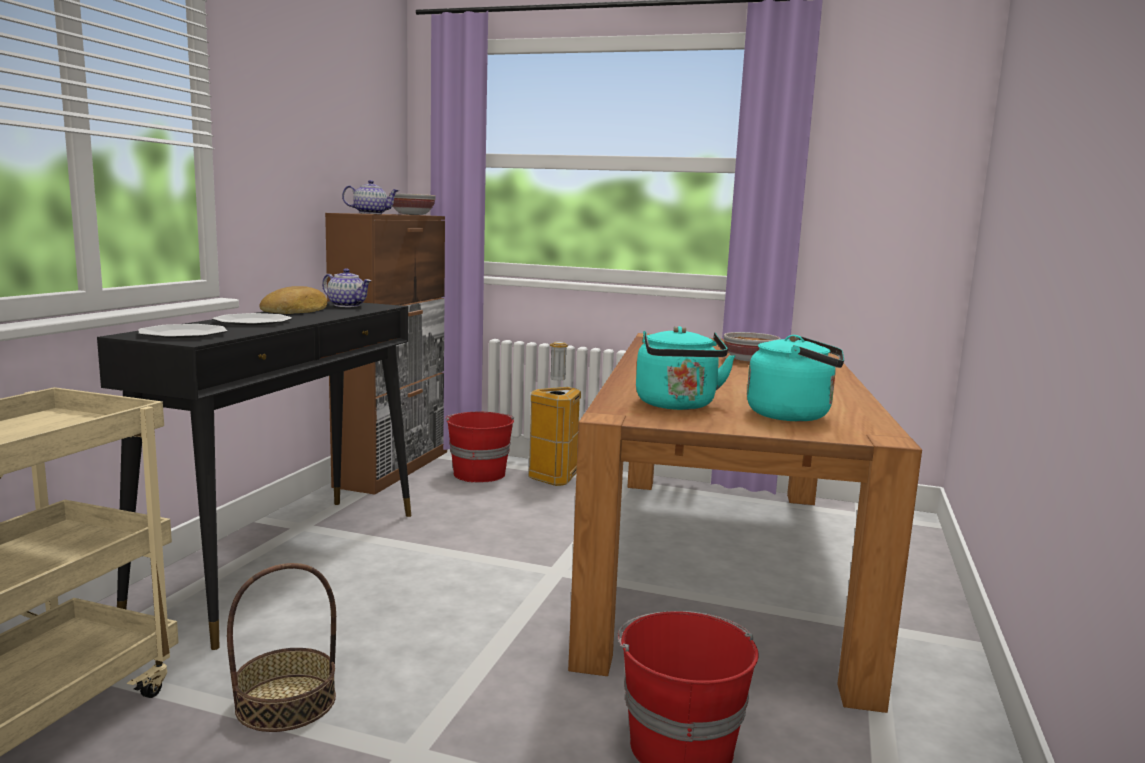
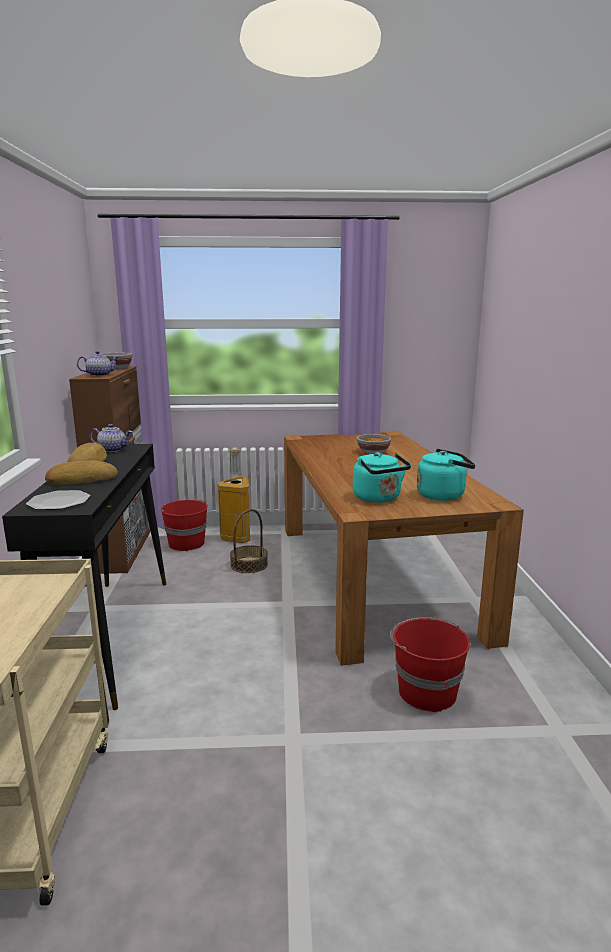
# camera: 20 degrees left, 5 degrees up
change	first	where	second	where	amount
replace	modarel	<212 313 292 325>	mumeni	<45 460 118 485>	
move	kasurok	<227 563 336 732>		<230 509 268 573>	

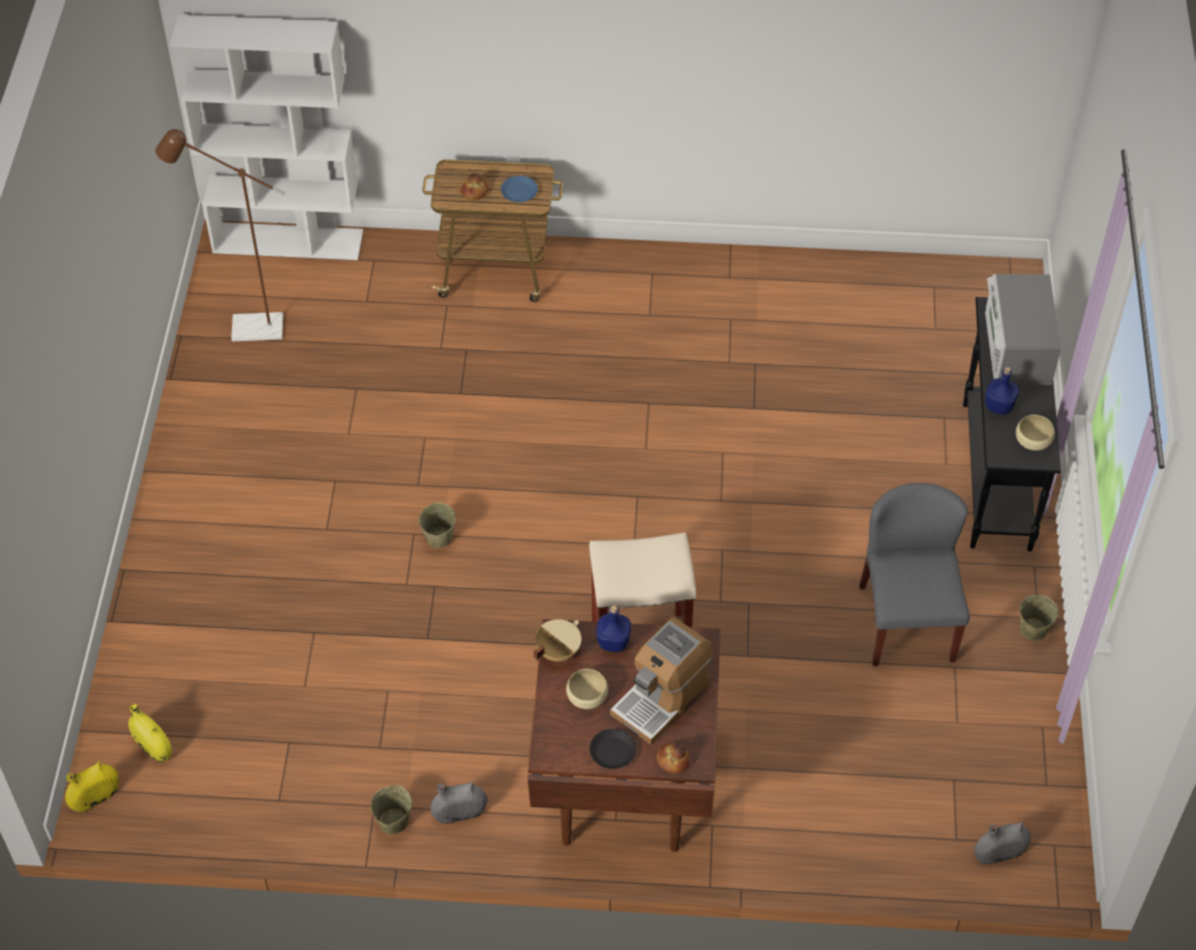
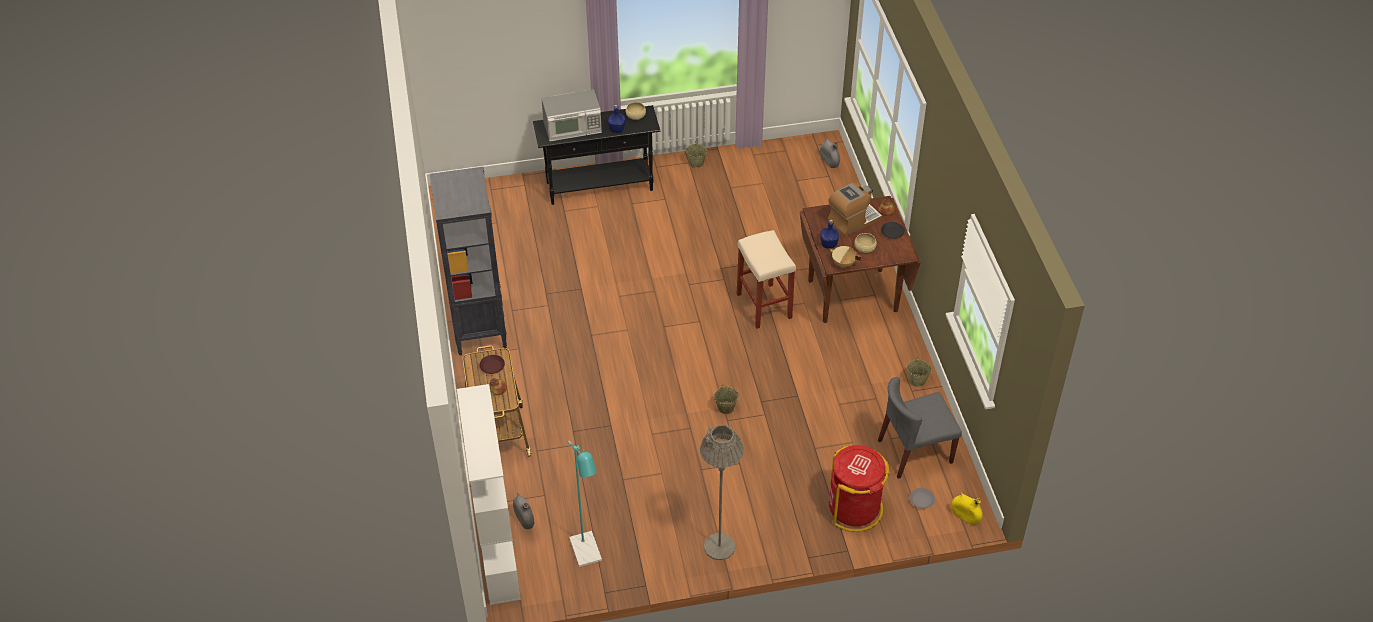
# camera: 105 degrees left, 5 degrees down
change	first	where	second	where	amount
insert			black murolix	<430 167 507 355>	
recolor	blue modarel	<501 176 538 202>	brown modarel	<479 355 505 374>	
move	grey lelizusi	<430 782 488 824>		<513 493 534 529>	
recolor	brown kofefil	<155 129 285 342>	turquoise kofefil	<568 441 602 567>	
insert			grey kofefil	<700 425 744 560>	
rotate	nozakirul	<610 617 713 745>		<828 183 882 238>	60 degrees counterclockwise
insert			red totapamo	<829 445 890 532>	
move	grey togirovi	<859 483 970 666>		<878 377 962 479>	
replace	yellow lelizusi	<128 704 172 762>	grey modarel	<909 488 935 509>	

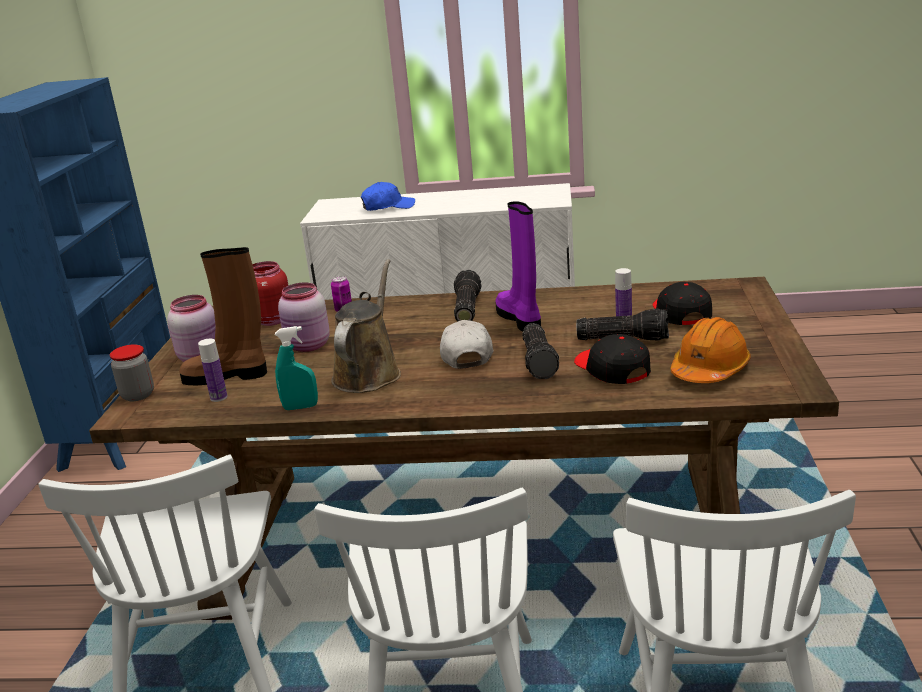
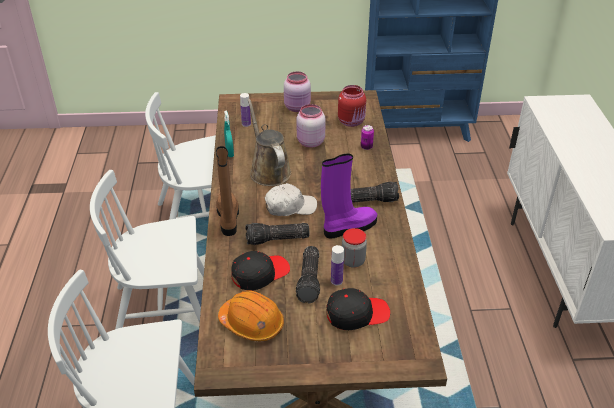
# camera: 80 degrees right, 15 degrees up
change	first	where	second	where	amount
move	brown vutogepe	<179 247 267 385>		<216 146 239 236>	
rotate	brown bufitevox	<331 259 401 393>		<247 98 292 186>	120 degrees counterclockwise
move	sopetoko	<110 344 154 401>		<342 228 367 268>	
delete	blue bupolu	<361 182 415 211>			

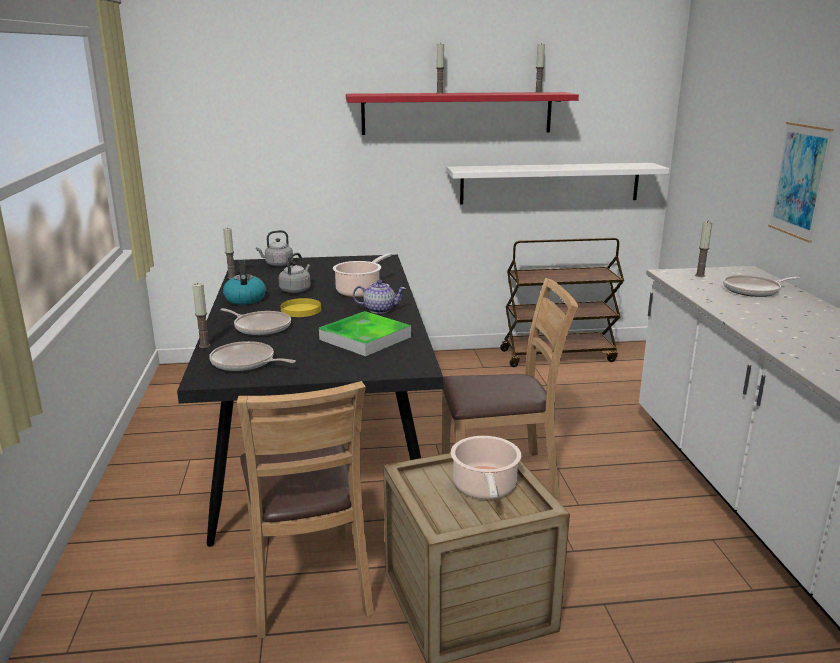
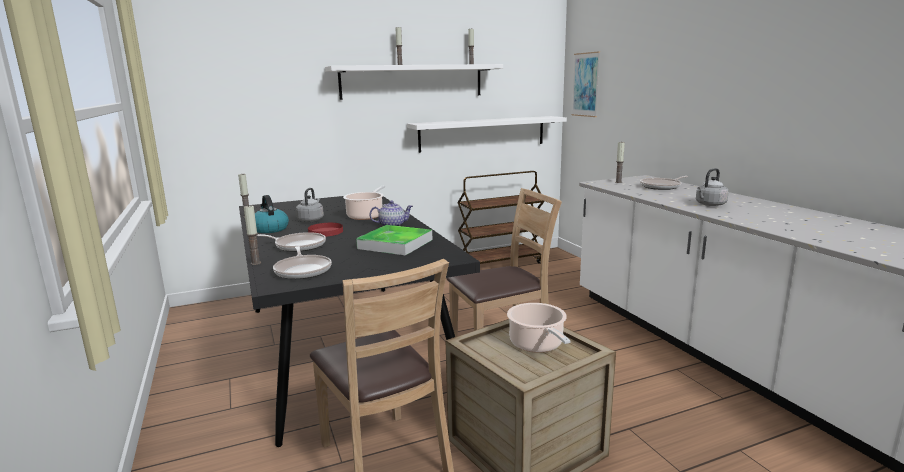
# camera: 15 degrees left, 5 degrees down
change	first	where	second	where	amount
rotate	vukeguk	<209 341 296 372>		<273 246 332 279>	120 degrees counterclockwise
recolor	yellow modarel	<280 298 321 317>	red modarel	<308 223 343 237>	
recolor	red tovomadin	<346 92 579 135>	white tovomadin	<325 64 503 100>	
move	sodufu	<768 122 834 243>		<572 51 600 117>	
move	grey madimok	<256 230 293 266>		<696 168 729 206>	

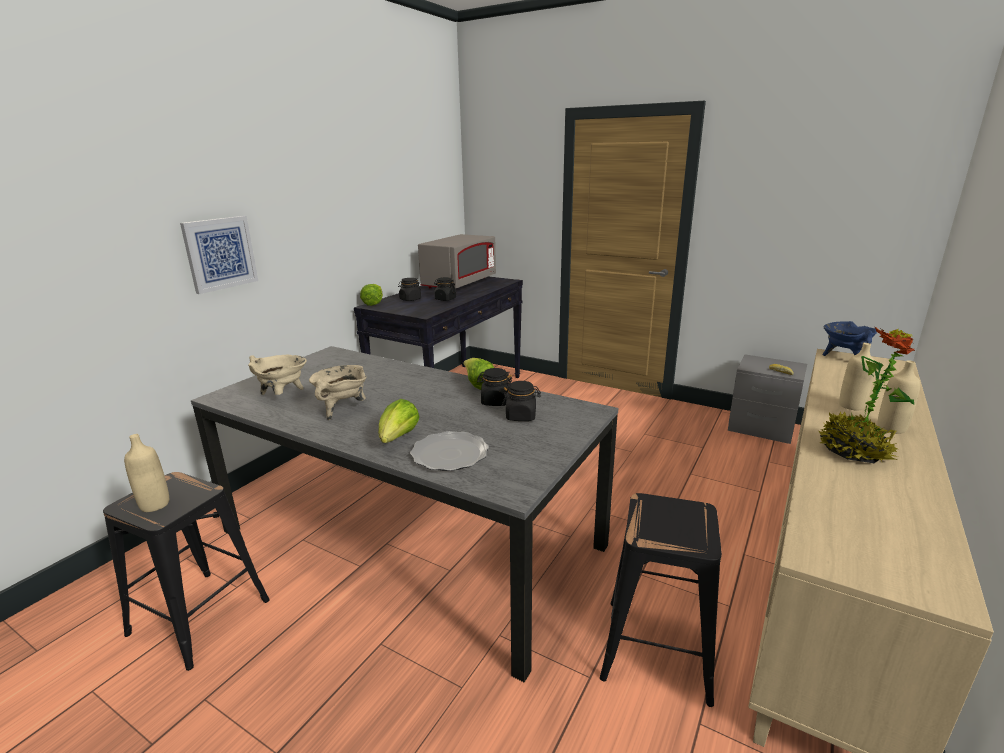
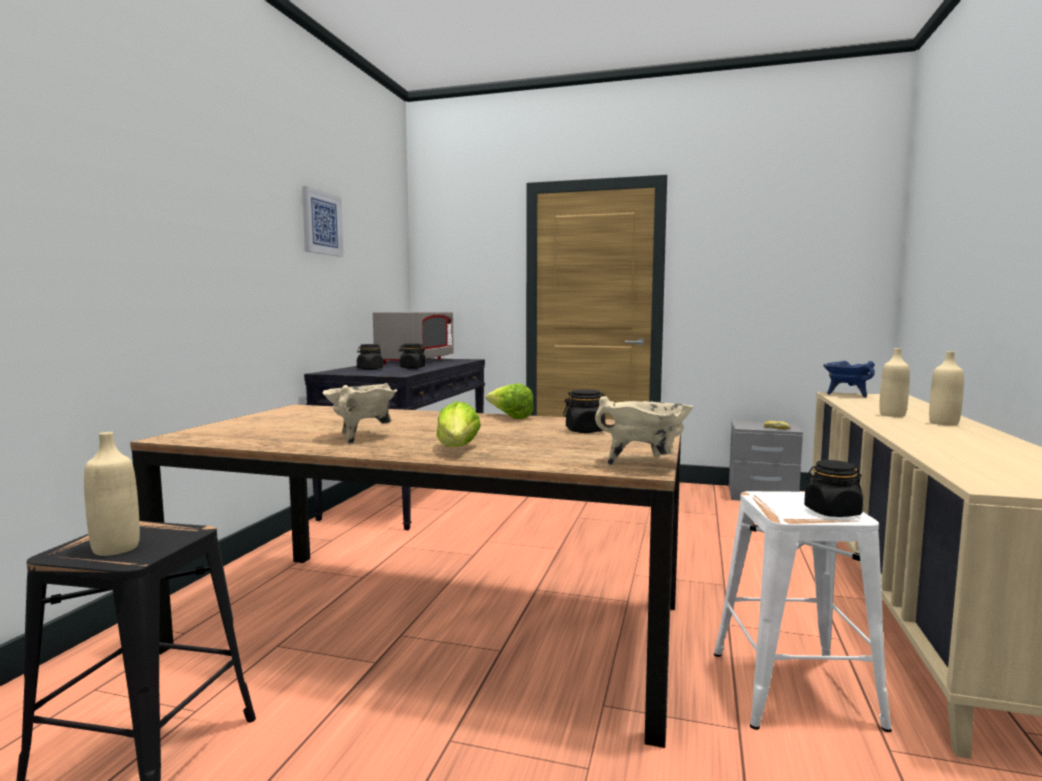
# camera: 15 degrees left, 15 degrees down
change	first	where	second	where	amount
recolor	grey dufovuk	<191 346 618 683>	brown dufovuk	<130 404 681 748>	
move	sodufu	<180 216 258 294>		<302 186 344 257>	
move	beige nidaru	<248 355 307 395>		<595 396 694 465>	
recolor	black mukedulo	<600 493 722 707>	white mukedulo	<714 491 892 732>	
move	black sopetoko	<477 368 512 406>		<804 460 863 517>	
delete	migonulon	<360 284 383 306>			
delete	modarel	<410 431 489 471>			
delete	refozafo	<819 327 915 463>			

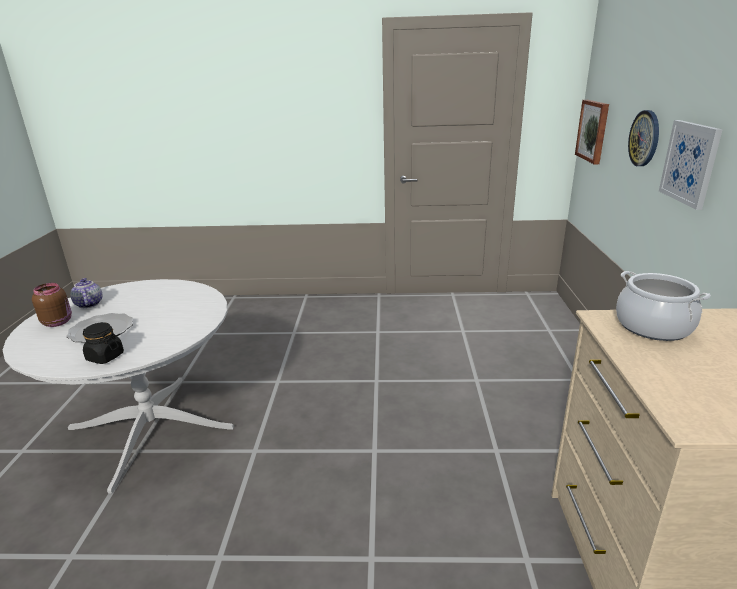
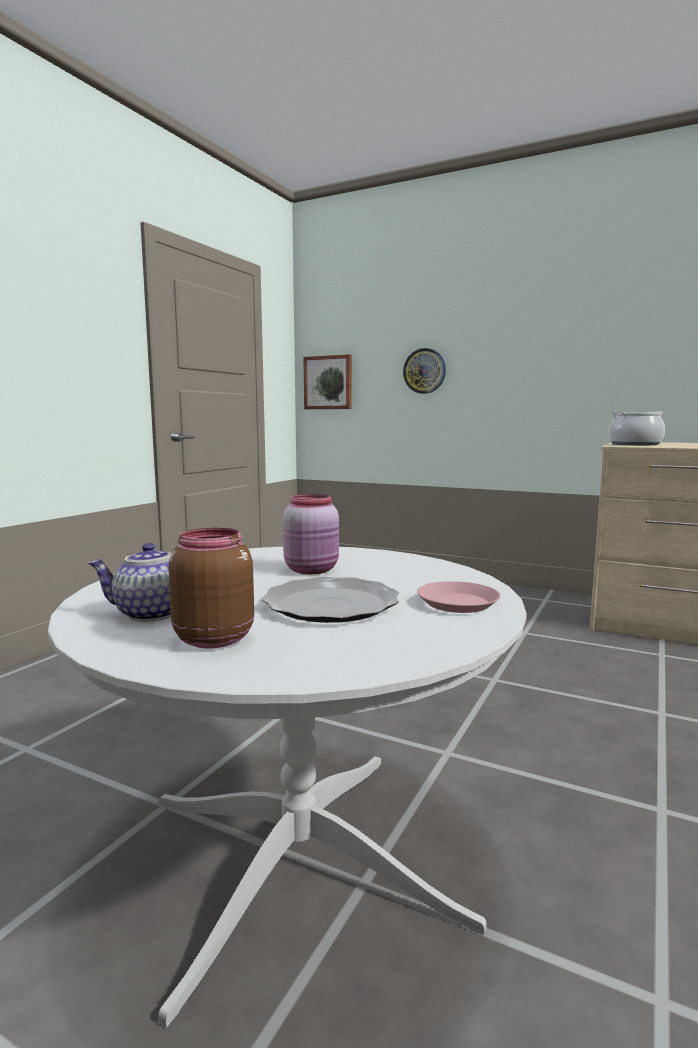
# camera: 65 degrees left, 15 degrees down
change	first	where	second	where	amount
insert			pink sopetoko	<283 494 339 574>	
replace	black sopetoko	<83 322 124 364>	pink modarel	<417 581 500 613>	
delete	sodufu	<659 120 723 210>			

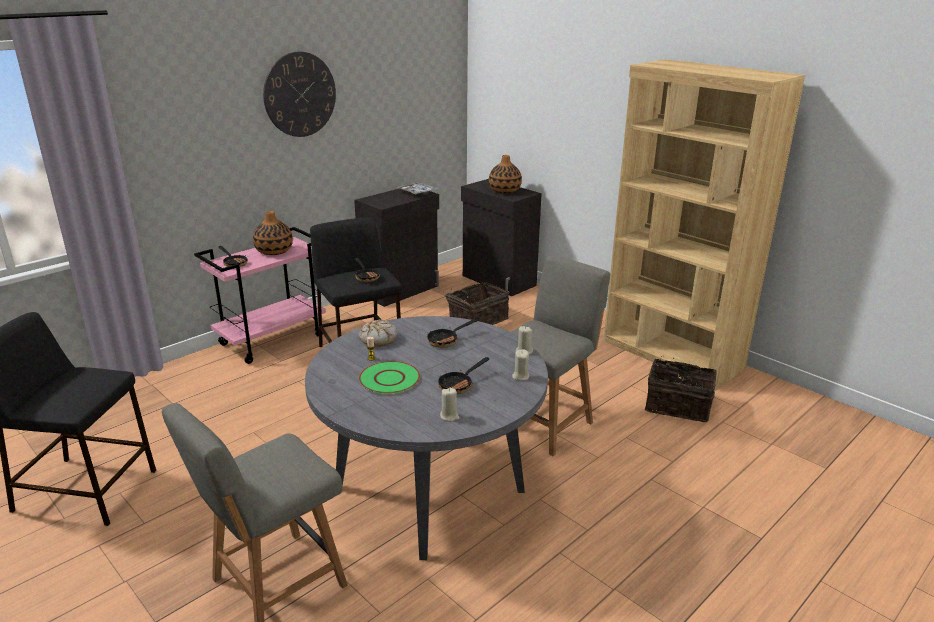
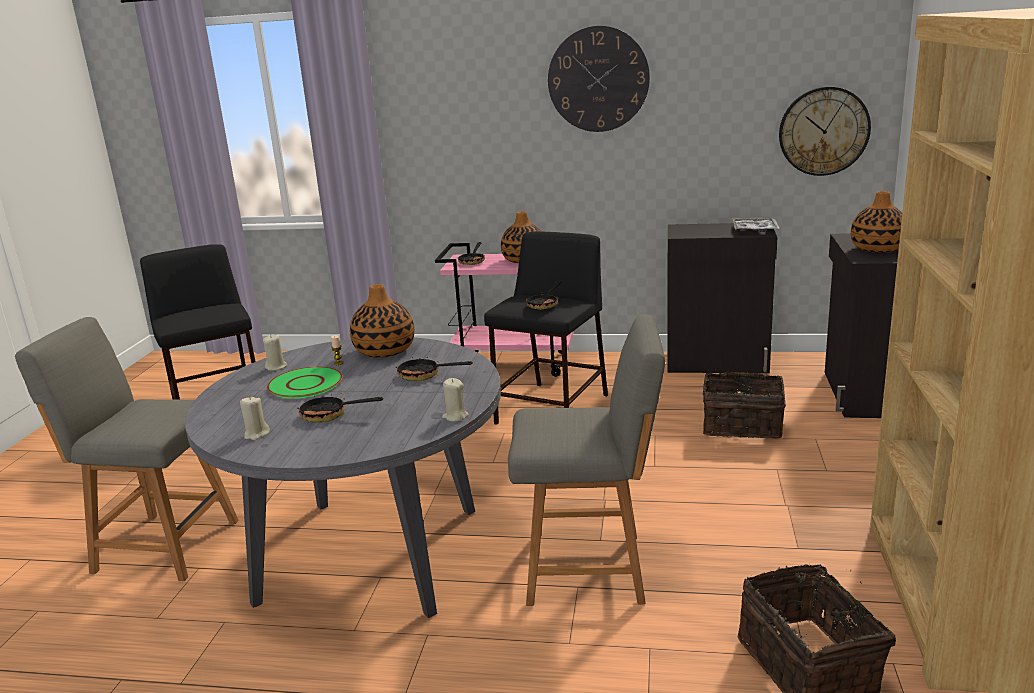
# camera: 55 degrees right, 5 degrees down
change	first	where	second	where	amount
move	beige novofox	<512 349 529 381>		<263 335 287 371>	
replace	mumeni	<359 320 397 347>	lelizusi	<350 284 414 358>	
insert			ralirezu	<779 86 871 176>	

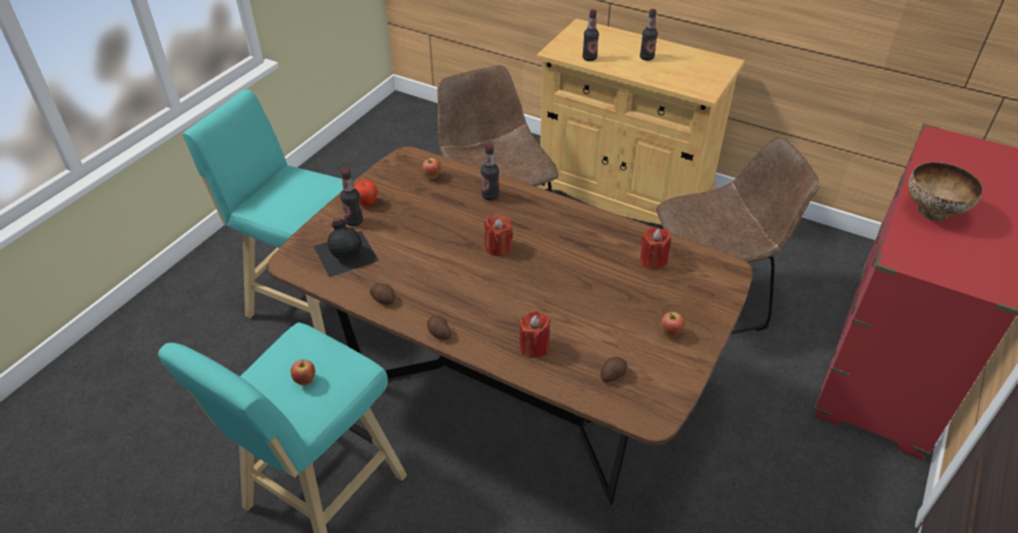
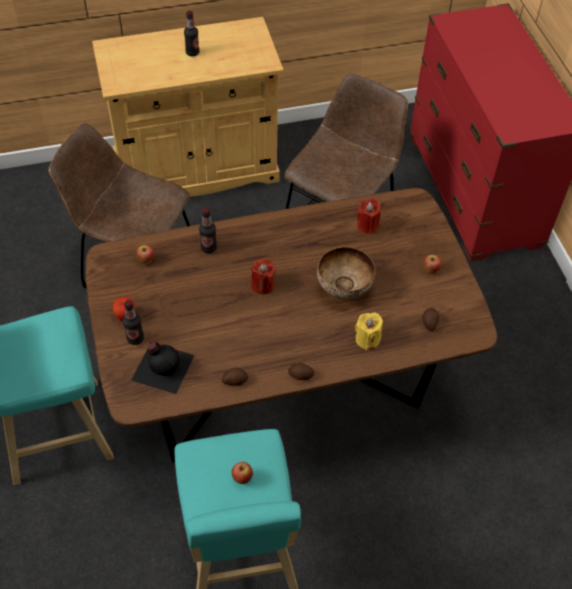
# camera: 45 degrees left, 10 degrees up
change	first	where	second	where	amount
move	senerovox	<908 162 983 221>		<317 247 375 299>	
recolor	red novofox	<519 310 551 358>	yellow novofox	<355 312 383 350>	
delete	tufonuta	<582 9 599 61>			

